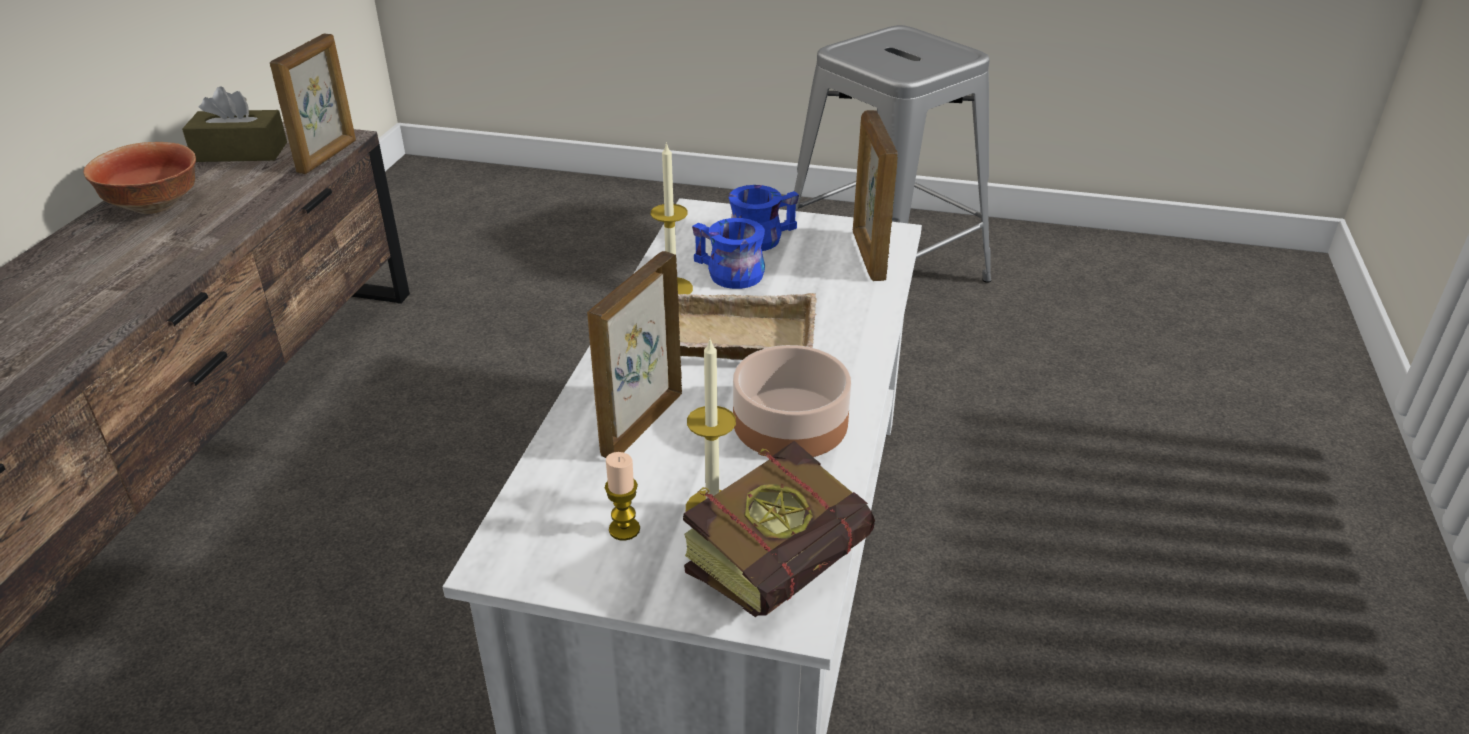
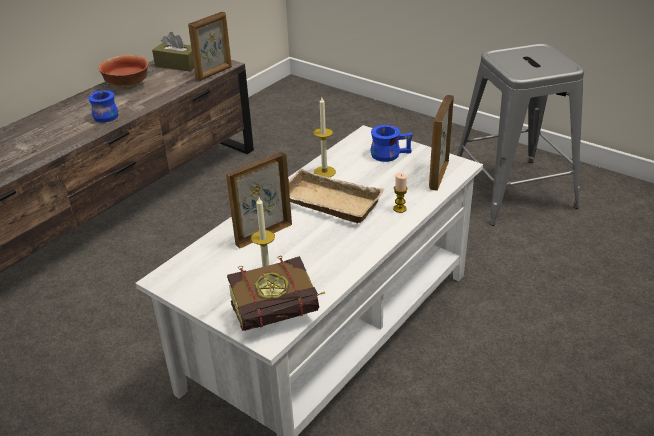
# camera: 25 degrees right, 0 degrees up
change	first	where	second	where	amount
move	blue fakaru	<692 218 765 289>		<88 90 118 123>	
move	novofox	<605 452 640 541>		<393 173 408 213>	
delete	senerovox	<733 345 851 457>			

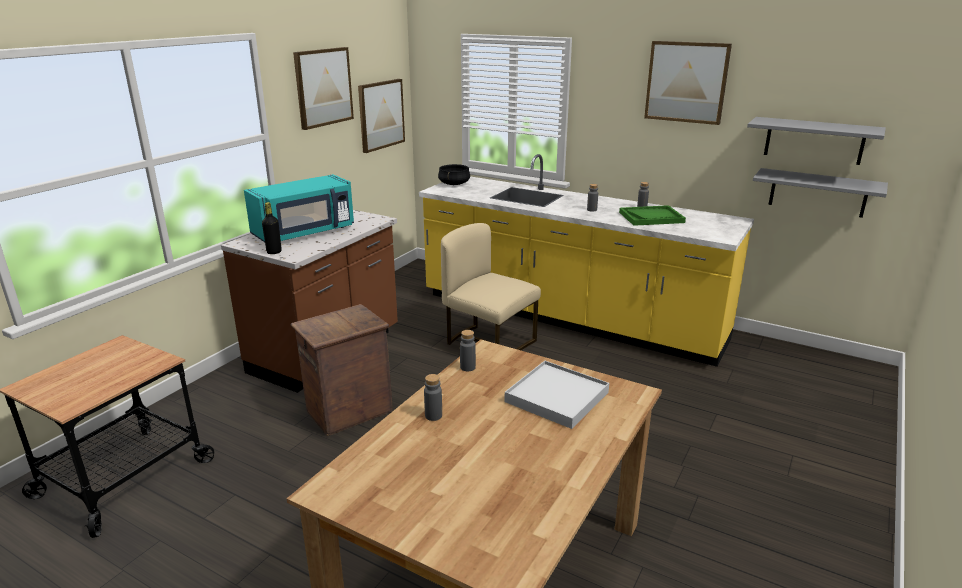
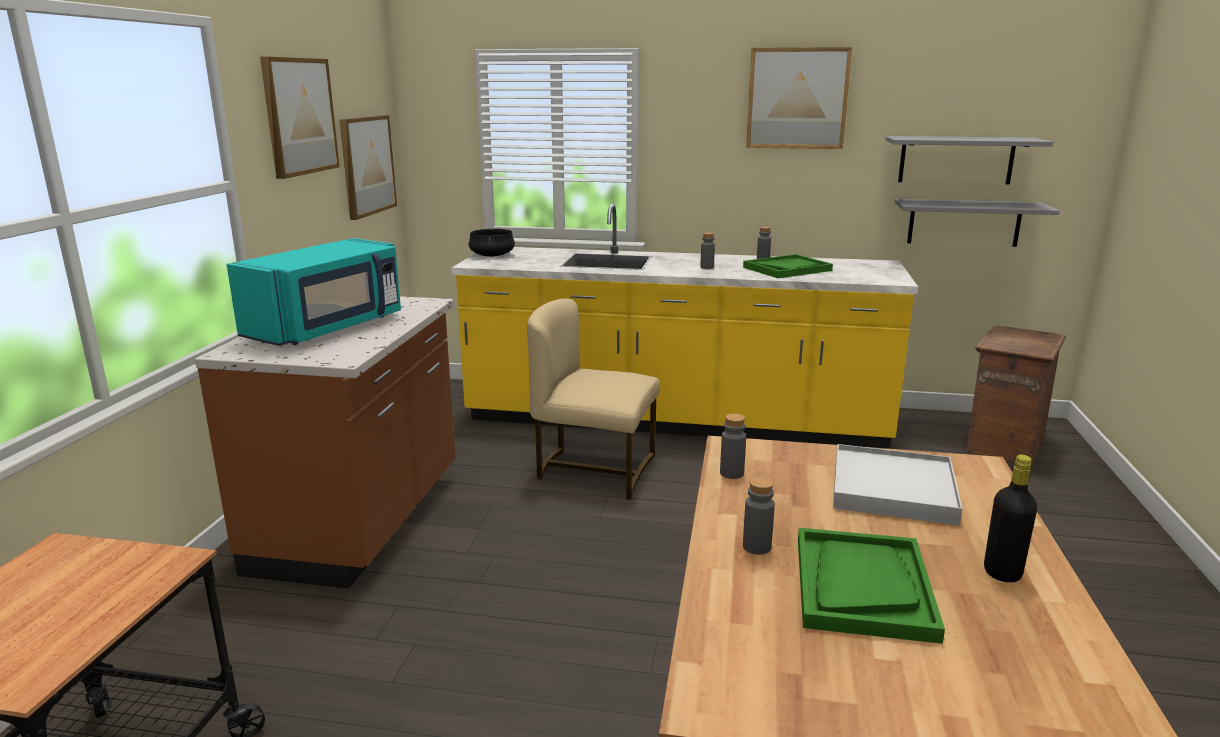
# camera: 20 degrees left, 5 degrees down
change	first	where	second	where	amount
insert			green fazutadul	<798 528 945 644>	
move	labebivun	<291 304 393 436>		<967 325 1066 466>	
move	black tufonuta	<262 202 282 254>		<984 454 1037 583>	

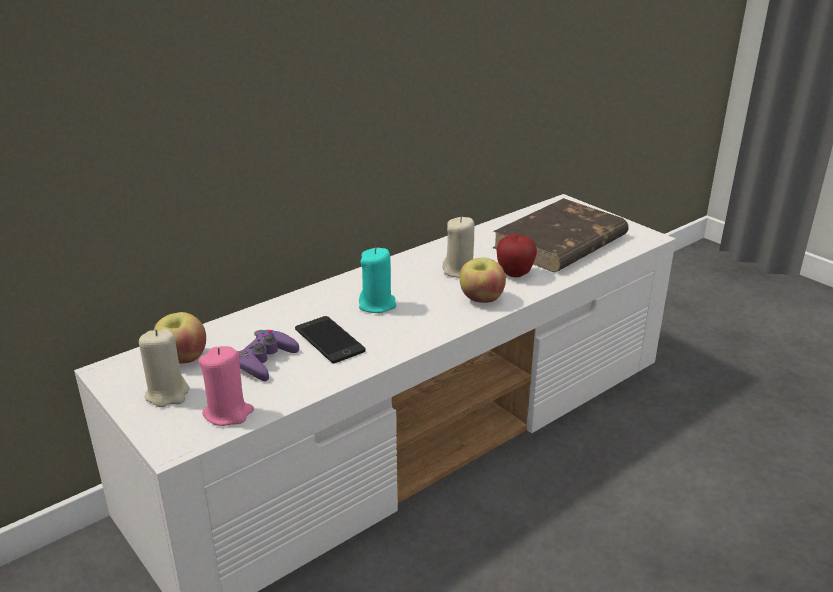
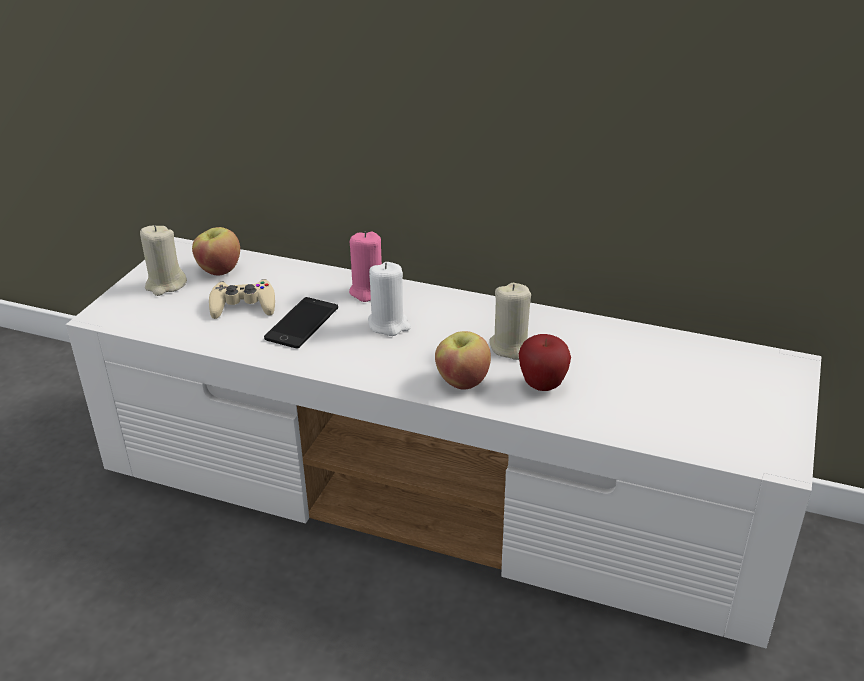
# camera: 60 degrees right, 5 degrees up
change	first	where	second	where	amount
recolor	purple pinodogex	<238 330 299 381>	beige pinodogex	<209 279 275 319>	
move	pink novofox	<199 346 254 426>		<349 231 382 302>	
recolor	turquoise novofox	<359 248 397 313>	white novofox	<368 262 411 336>	
delete	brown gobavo	<492 198 629 272>			

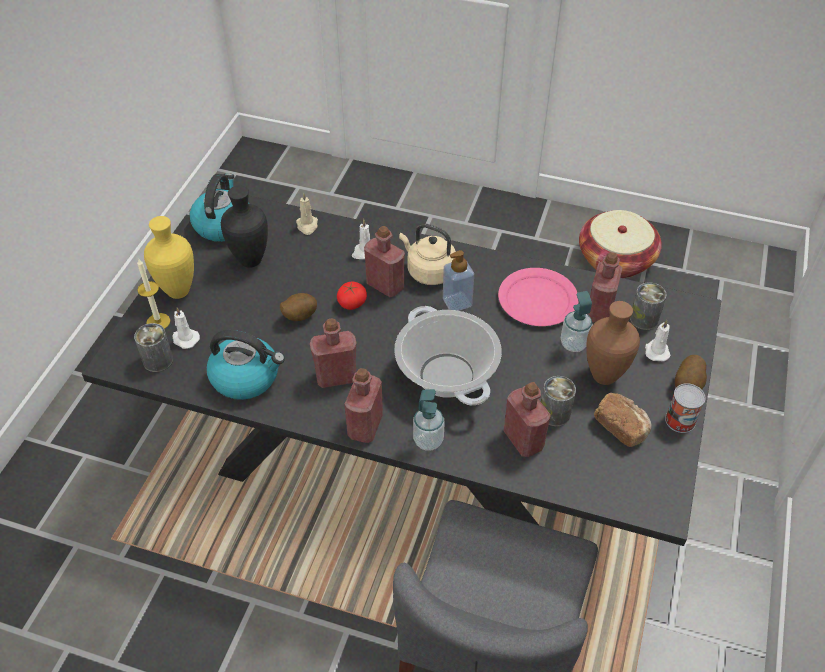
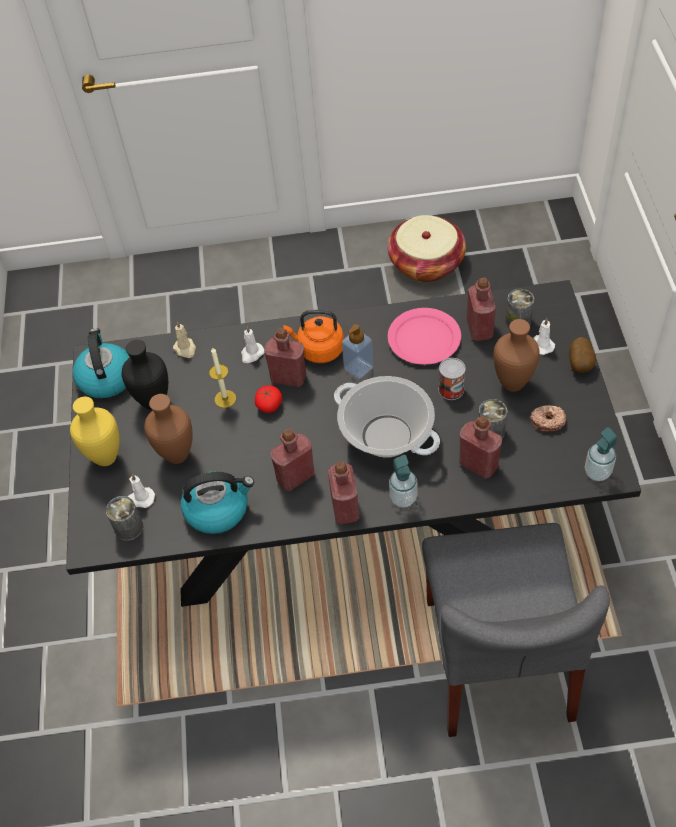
# camera: 20 degrees left, 5 degrees up
change	first	where	second	where	amount
insert			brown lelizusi	<144 394 192 464>	
move	novofox	<137 258 170 329>		<209 348 236 408>	
recolor	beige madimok	<399 223 456 285>	orange madimok	<283 310 344 363>	
move	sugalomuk	<665 383 706 433>		<439 358 466 400>	
replace	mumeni	<594 393 652 447>	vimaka	<530 405 566 432>	
move	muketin	<561 291 593 352>		<585 427 617 481>	
delete	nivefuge	<280 293 317 321>			

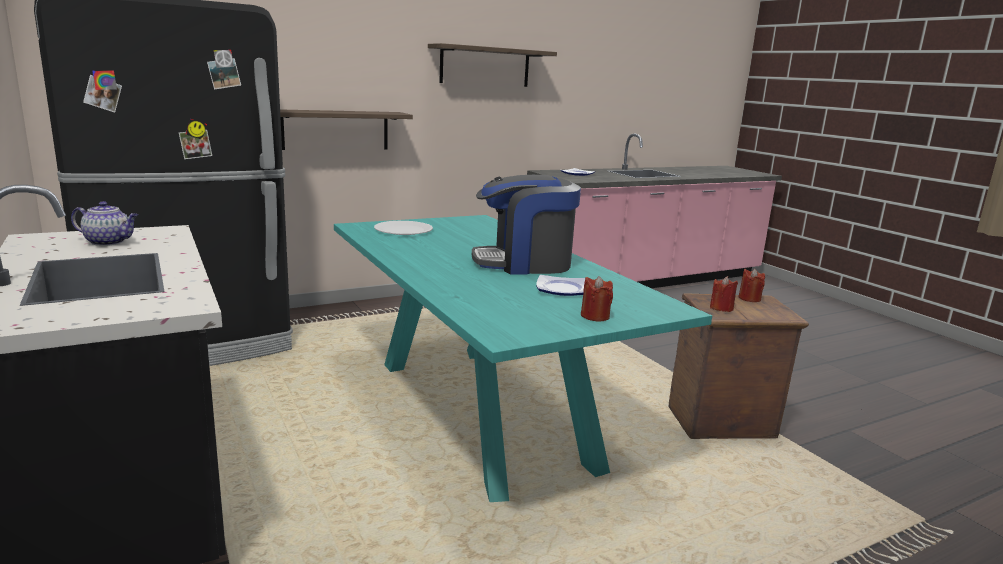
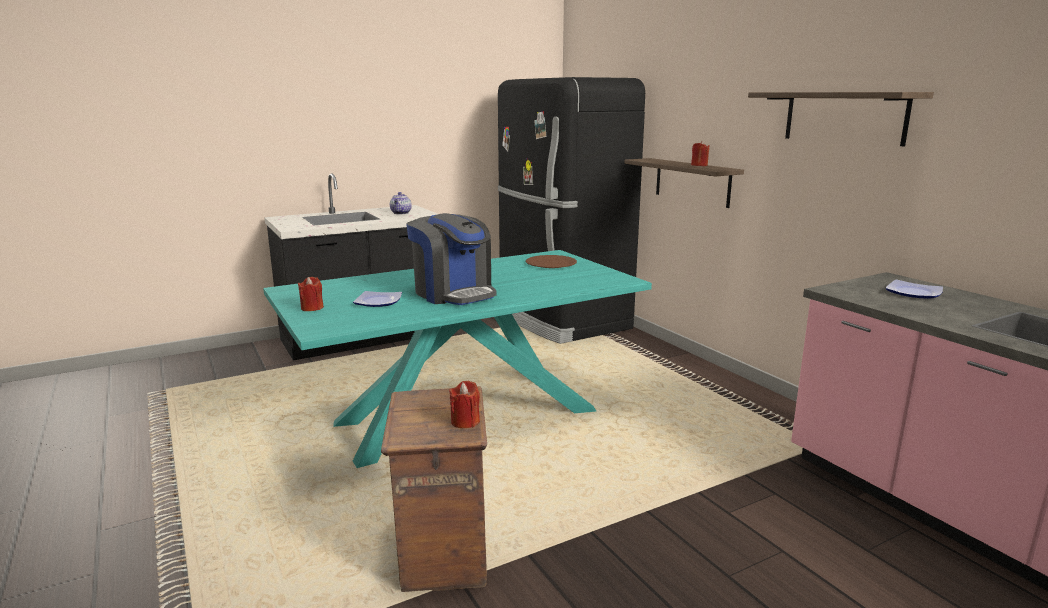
# camera: 90 degrees right, 0 degrees up
change	first	where	second	where	amount
rotate	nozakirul	<472 175 581 275>		<406 213 496 305>	150 degrees clockwise
recolor	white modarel	<374 221 433 235>	brown modarel	<526 255 577 268>	
move	red novofox	<710 276 738 312>		<691 141 710 166>	

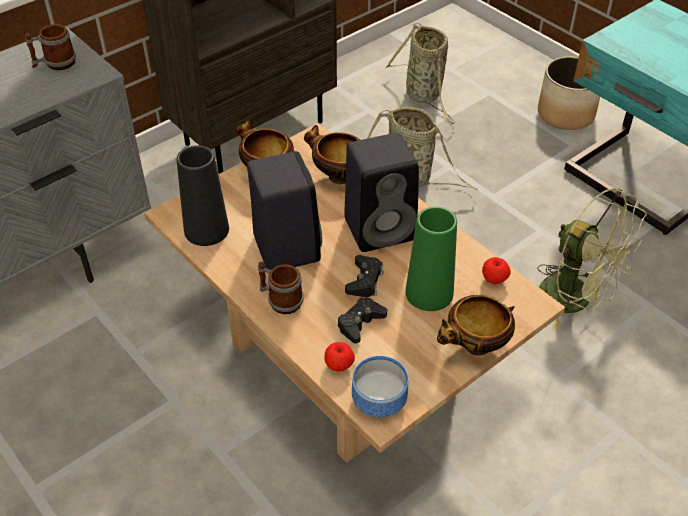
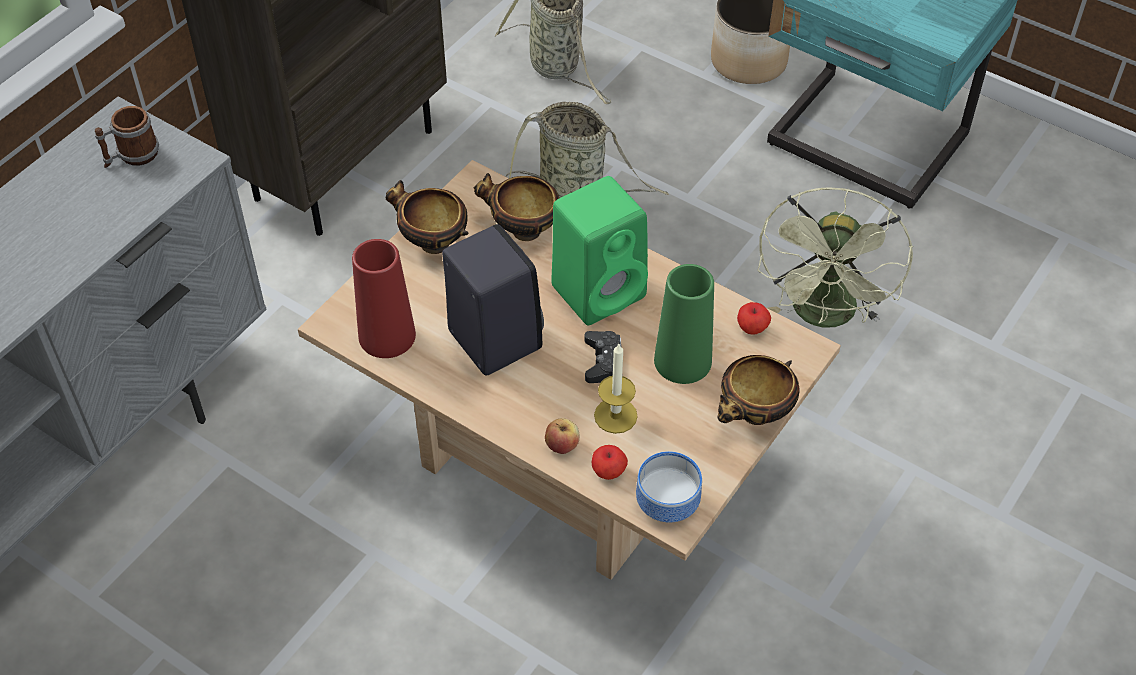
# camera: 15 degrees left, 5 degrees up
change	first	where	second	where	amount
recolor	black lelizusi	<177 145 229 246>	red lelizusi	<352 239 416 358>	
insert			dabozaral	<545 418 580 454>	
recolor	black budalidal	<344 133 419 252>	green budalidal	<551 176 648 325>	
replace	black pinodogex	<337 297 387 344>	novofox	<594 343 638 434>	
rotate	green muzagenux	<537 188 647 330>		<758 187 913 328>	75 degrees clockwise
delete	fakaru	<258 262 303 314>			

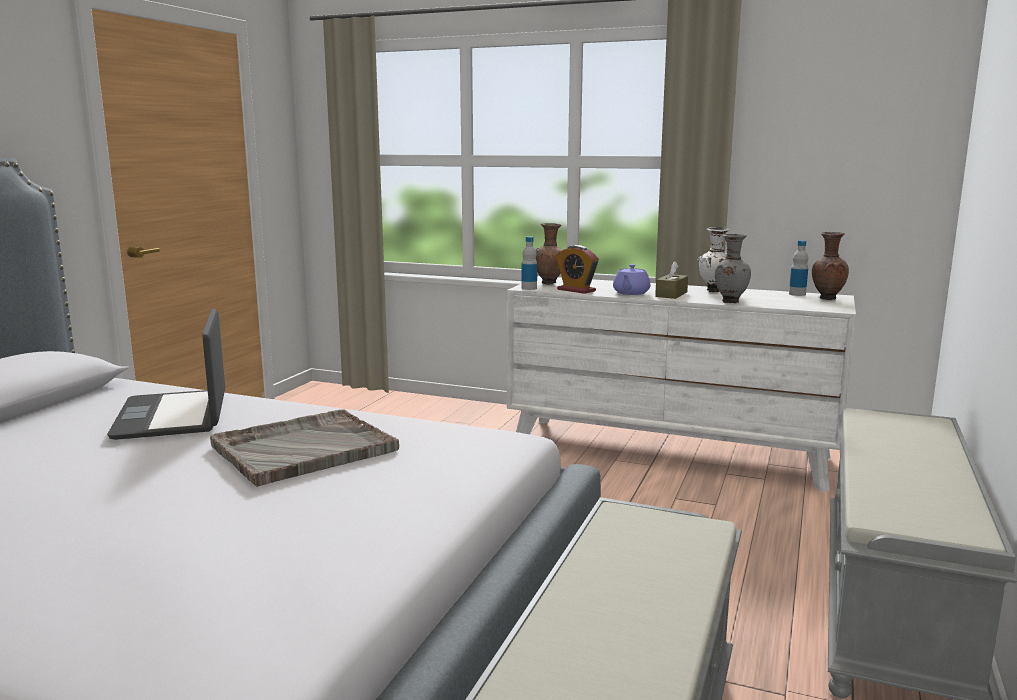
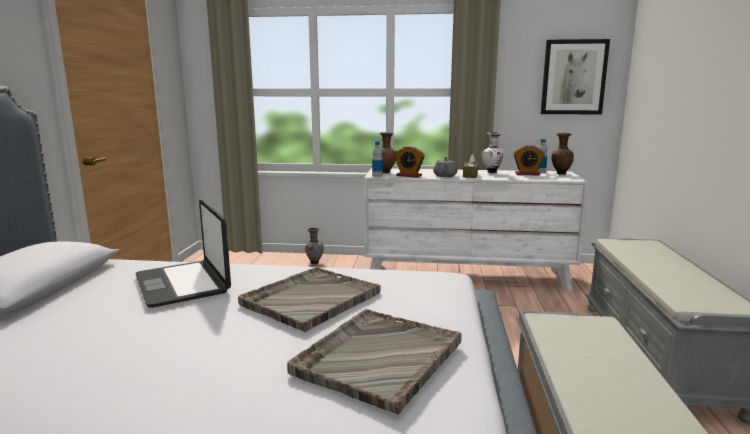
# camera: 15 degrees left, 0 degrees up
change	first	where	second	where	amount
insert			grey fazutadul	<287 309 462 415>	
move	grey lelizusi	<714 234 751 303>		<305 227 324 264>	
recolor	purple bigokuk	<613 264 651 295>	grey bigokuk	<433 157 458 177>	
insert			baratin	<513 145 545 176>	
insert			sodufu	<541 39 610 114>	

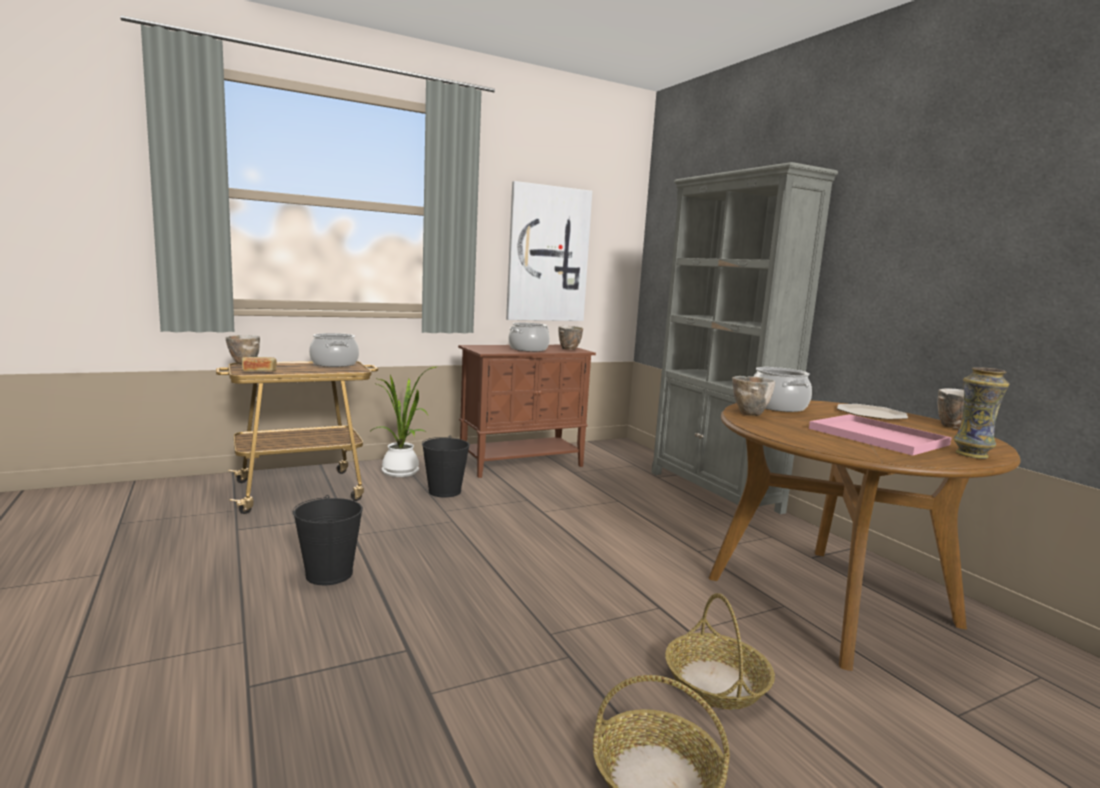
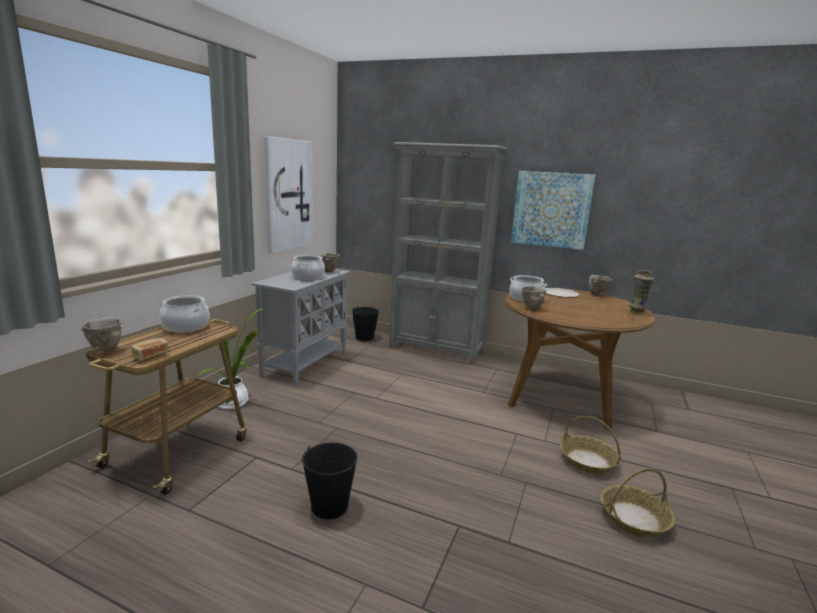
# camera: 40 degrees left, 5 degrees up
change	first	where	second	where	amount
recolor	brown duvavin	<458 345 596 478>	grey duvavin	<251 269 350 387>	
move	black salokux	<422 436 470 497>		<352 306 379 341>	
insert			sodufu	<511 171 595 250>	
delete	pink fazutadul	<809 414 952 456>			

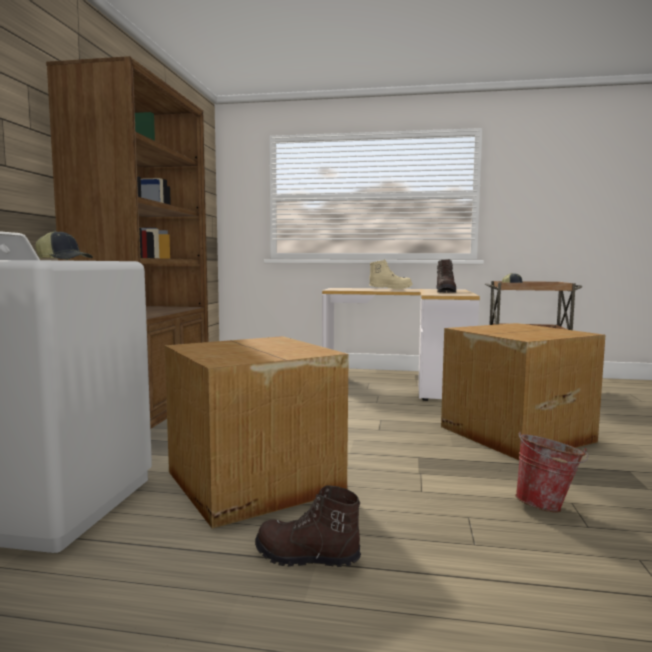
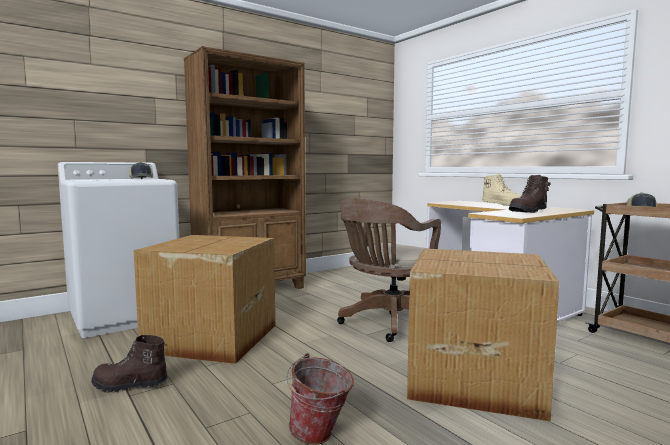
# camera: 45 degrees right, 0 degrees up
change	first	where	second	where	amount
rotate	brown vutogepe	<255 485 361 567>		<91 335 168 392>	60 degrees counterclockwise
insert			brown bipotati	<337 198 441 342>	

